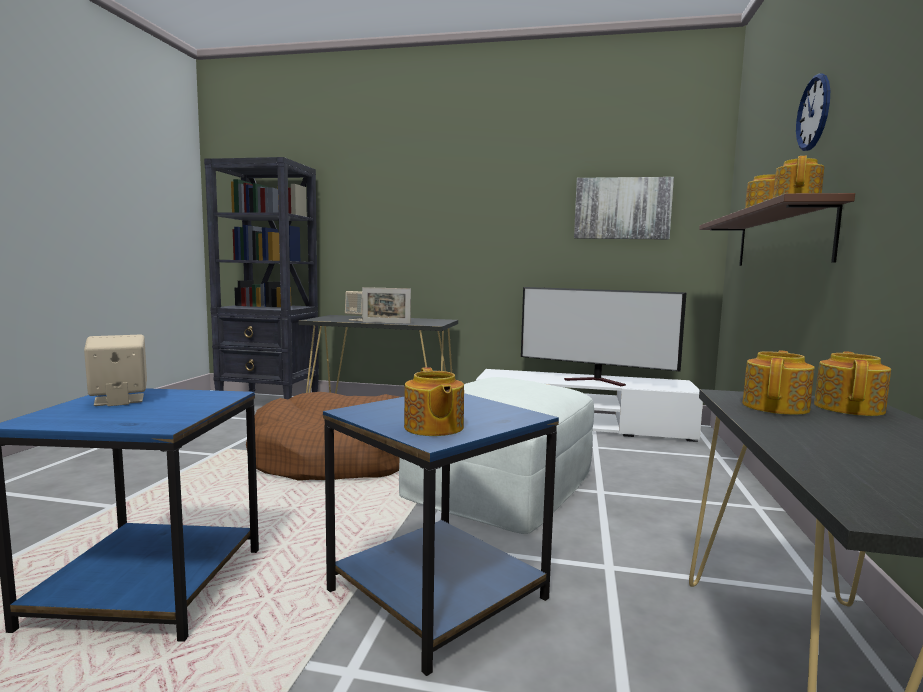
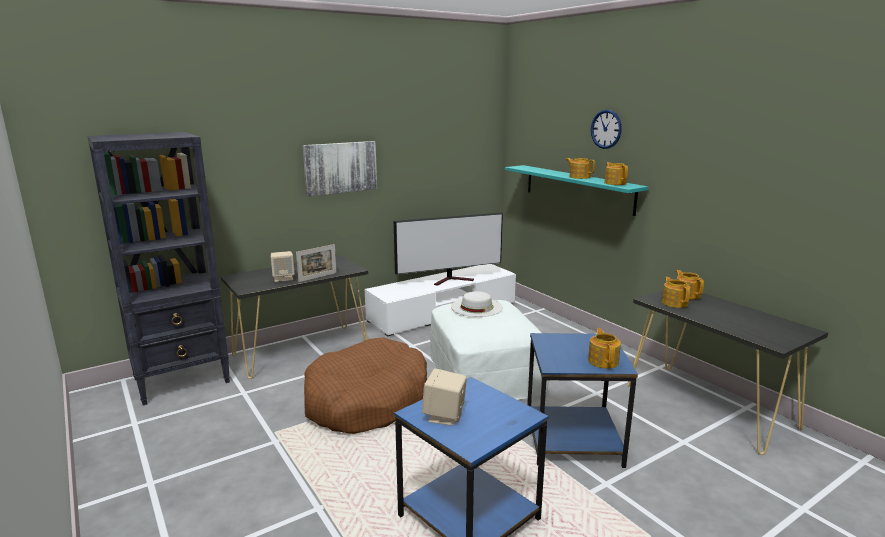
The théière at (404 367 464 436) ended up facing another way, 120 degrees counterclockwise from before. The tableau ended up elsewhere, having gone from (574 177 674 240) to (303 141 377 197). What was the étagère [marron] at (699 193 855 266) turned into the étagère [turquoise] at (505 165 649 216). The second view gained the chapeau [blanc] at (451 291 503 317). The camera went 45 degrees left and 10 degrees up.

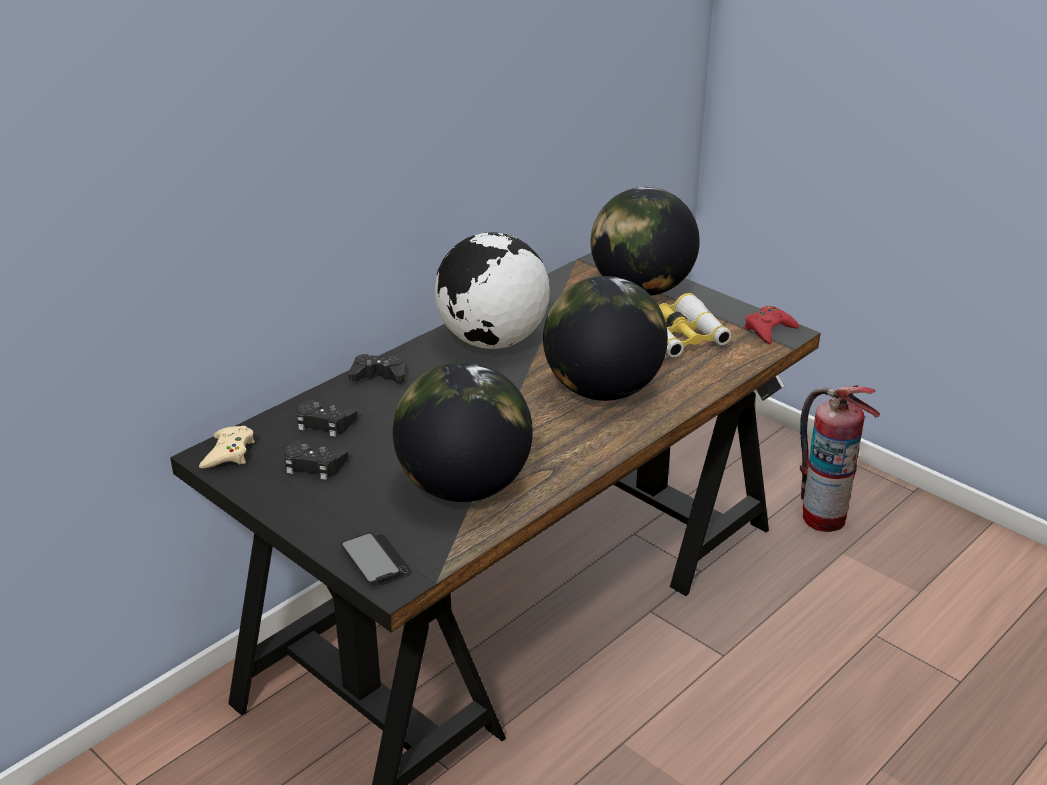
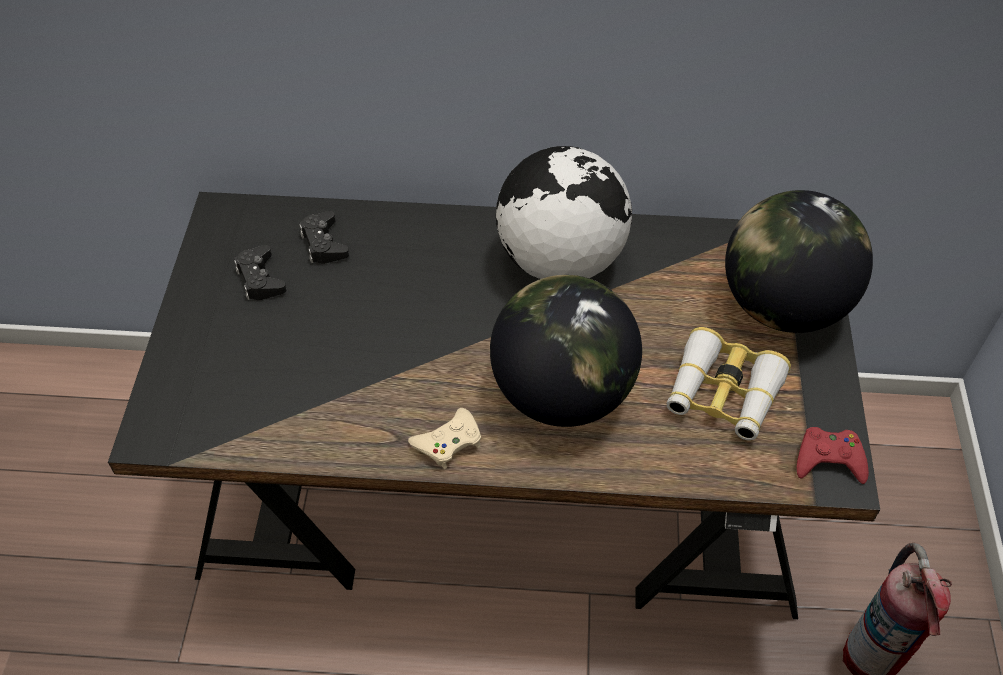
The manette [beige] ended up elsewhere, having gone from (199 426 255 468) to (408 408 481 469). The second view lost the téléphone at (340 533 412 584). The second view lost the manette [noir] at (348 354 405 383). The second view lost the globe at (393 362 533 502). The camera went 50 degrees right and 20 degrees up.

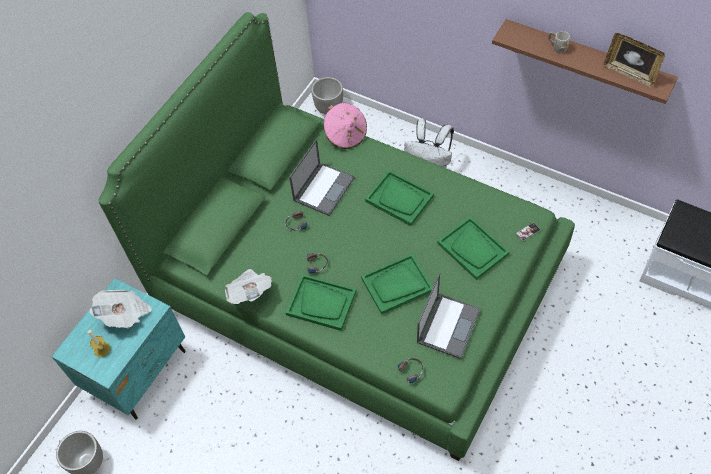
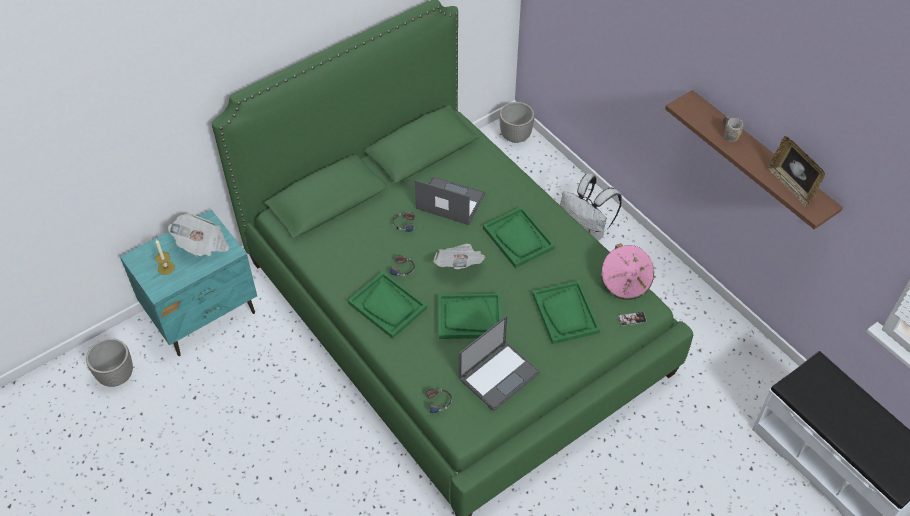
The journal ended up elsewhere, having gone from (225 269 272 304) to (433 244 486 269). The ordinateur portable at (289 139 355 216) ended up facing another way, 120 degrees counterclockwise from before. The chapeau [rose] ended up elsewhere, having gone from (324 103 367 149) to (601 243 654 300). The camera went 20 degrees right and 5 degrees down.

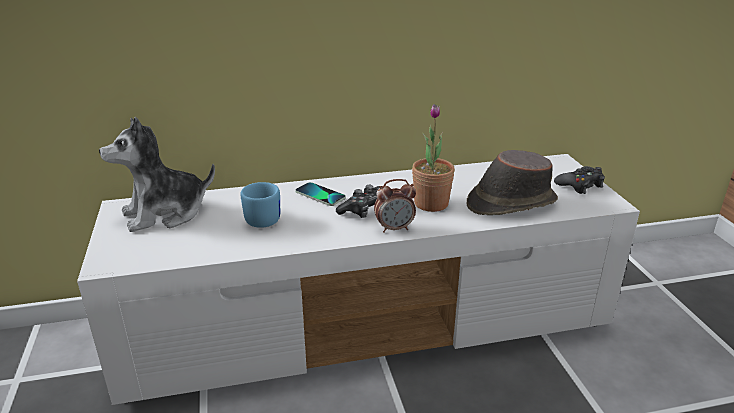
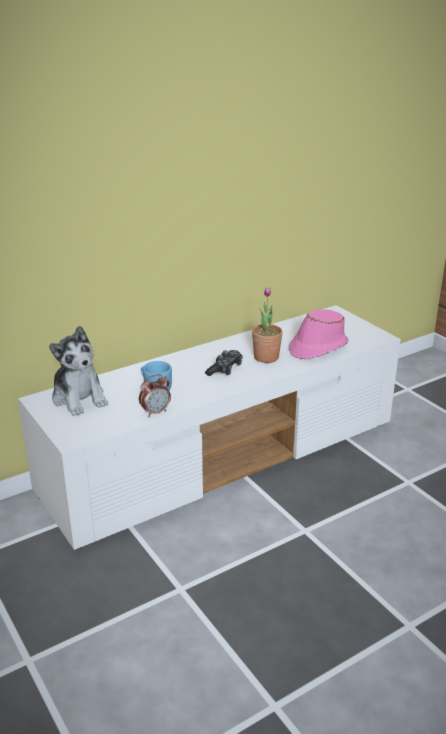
The peluche at (99 117 215 232) ended up facing another way, 75 degrees counterclockwise from before. The second view lost the téléphone at (296 182 346 206). The réveil ended up elsewhere, having gone from (374 179 416 233) to (139 374 171 417). What was the chapeau [marron] at (466 150 558 215) turned into the chapeau [rose] at (289 309 349 359). The second view lost the manette [noir] at (554 166 605 194). The camera went 20 degrees left and 0 degrees up.

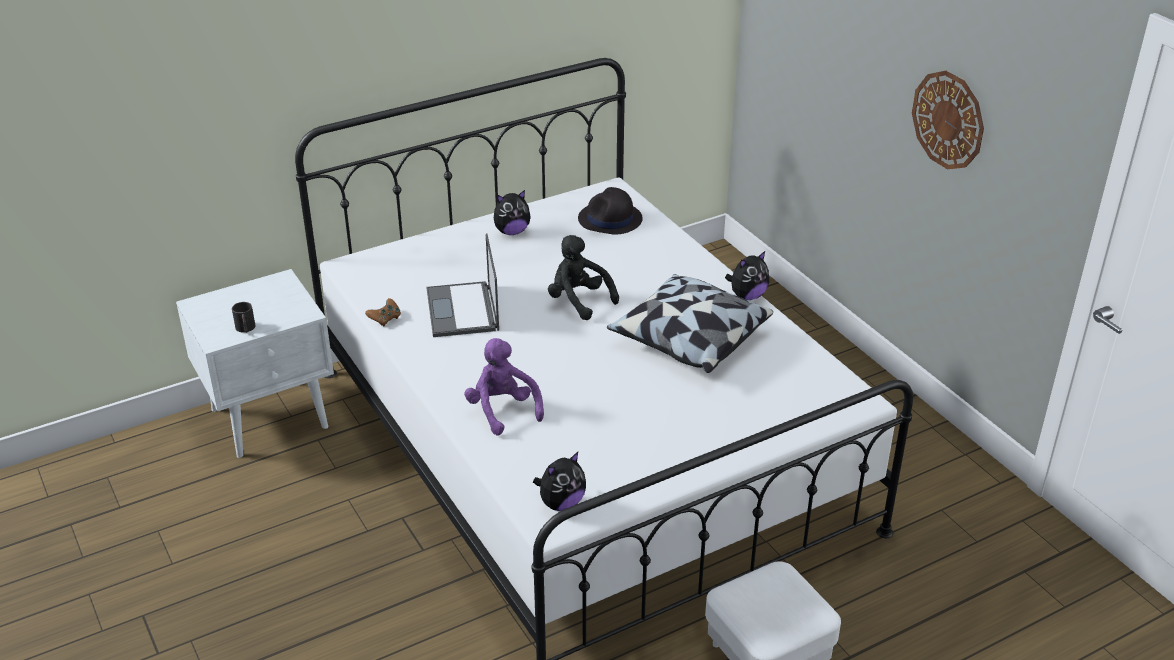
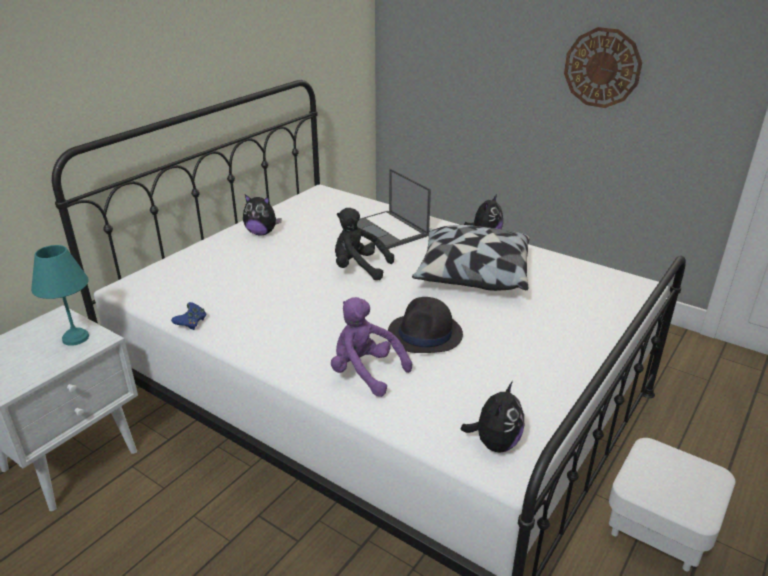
The second view lost the mug [noir] at (232 302 255 333). What was the manette [marron] at (365 298 401 327) turned into the manette [bleu] at (171 302 206 330). The ordinateur portable ended up elsewhere, having gone from (426 233 499 337) to (357 168 431 249). The peluche at (494 190 531 235) ended up facing another way, 60 degrees clockwise from before. The chapeau [noir] ended up elsewhere, having gone from (578 187 643 235) to (388 297 463 353). The second view gained the lampe de table [turquoise] at (31 245 89 346). The camera went 25 degrees left and 5 degrees down.

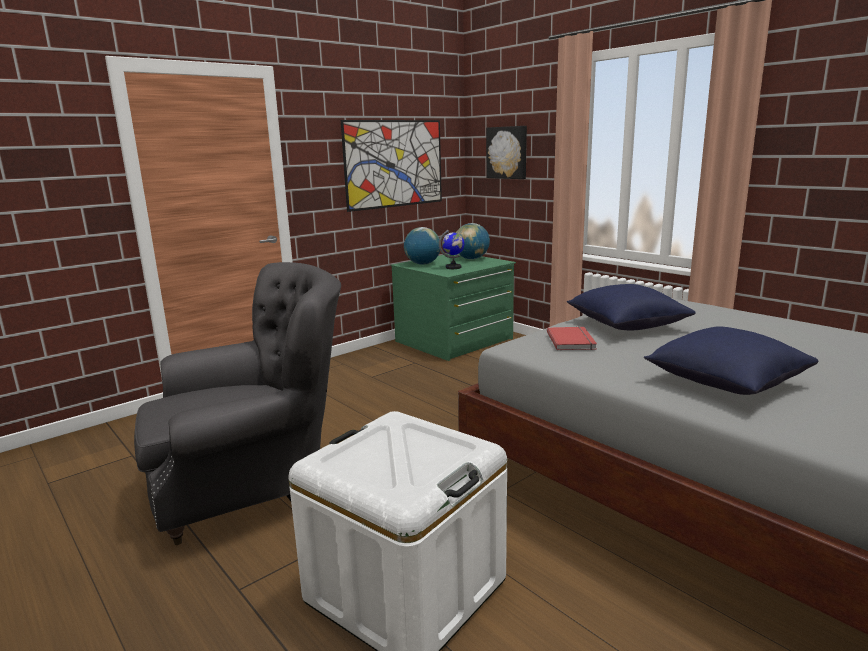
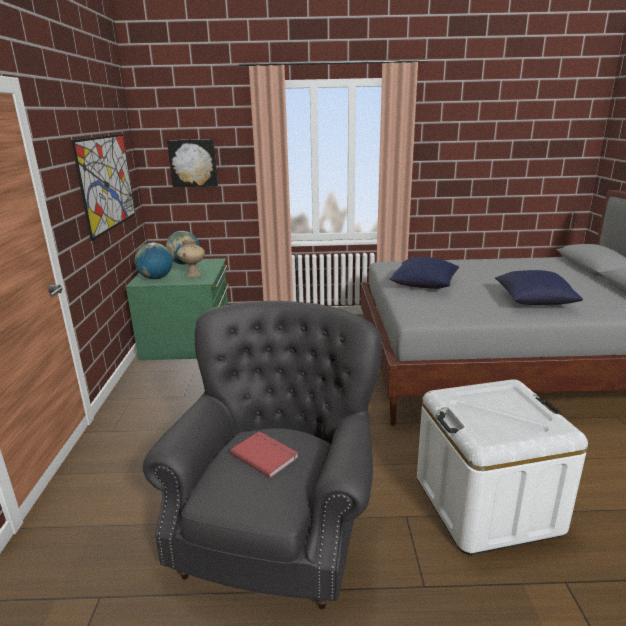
Where the globe stood at (439 230 464 269), the vase [beige] came to stand at (177 239 205 278). The livre [rouge] ended up elsewhere, having gone from (547 326 597 350) to (230 431 299 478). The camera went 50 degrees left and 5 degrees up.

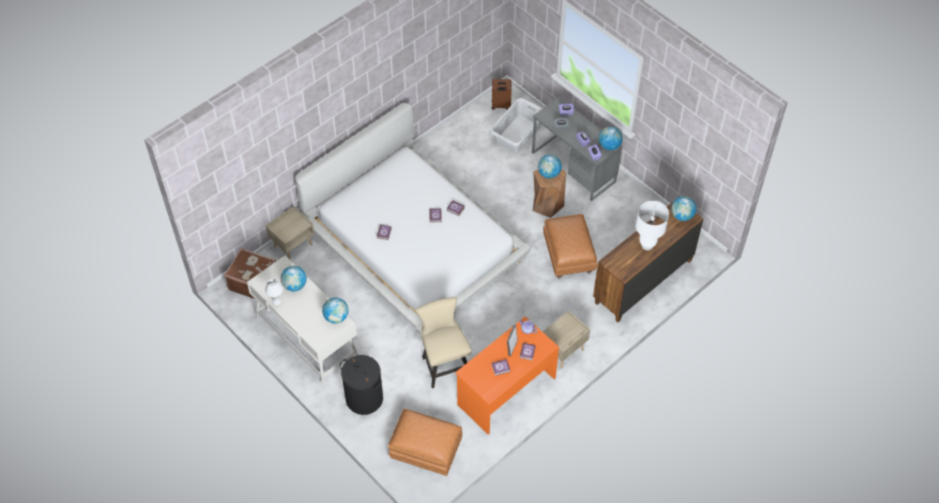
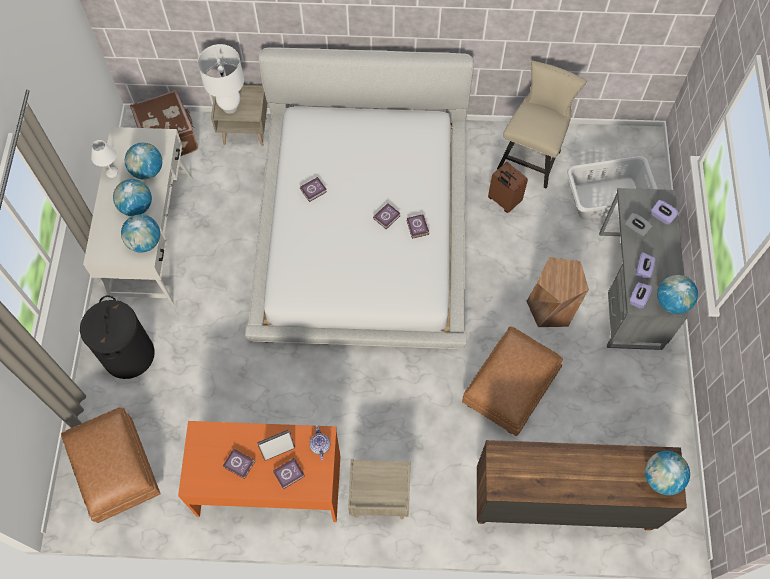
The chaise [beige] ended up elsewhere, having gone from (415 297 472 388) to (497 61 587 189). The valise [marron] ended up elsewhere, having gone from (492 79 512 110) to (488 162 528 213). The globe ended up elsewhere, having gone from (538 155 562 178) to (113 179 152 216). The lampe de table [blanc] ended up elsewhere, having gone from (636 201 669 250) to (198 44 244 114). The camera went 45 degrees right and 10 degrees up.

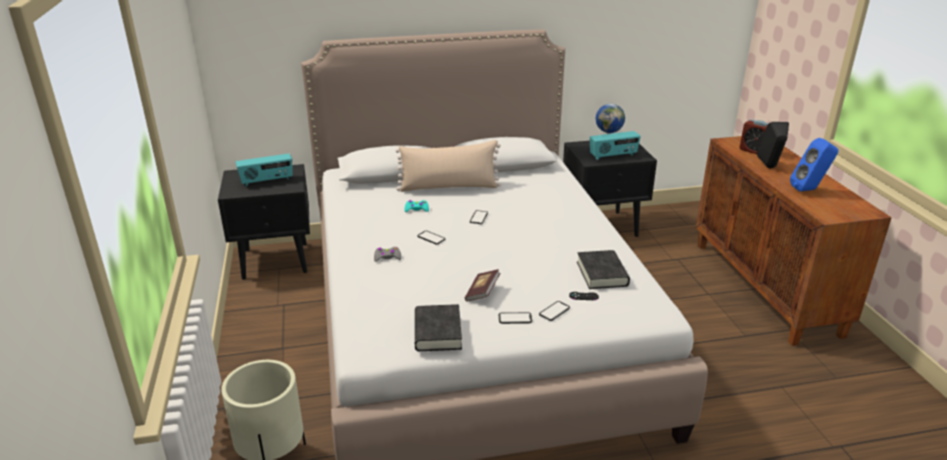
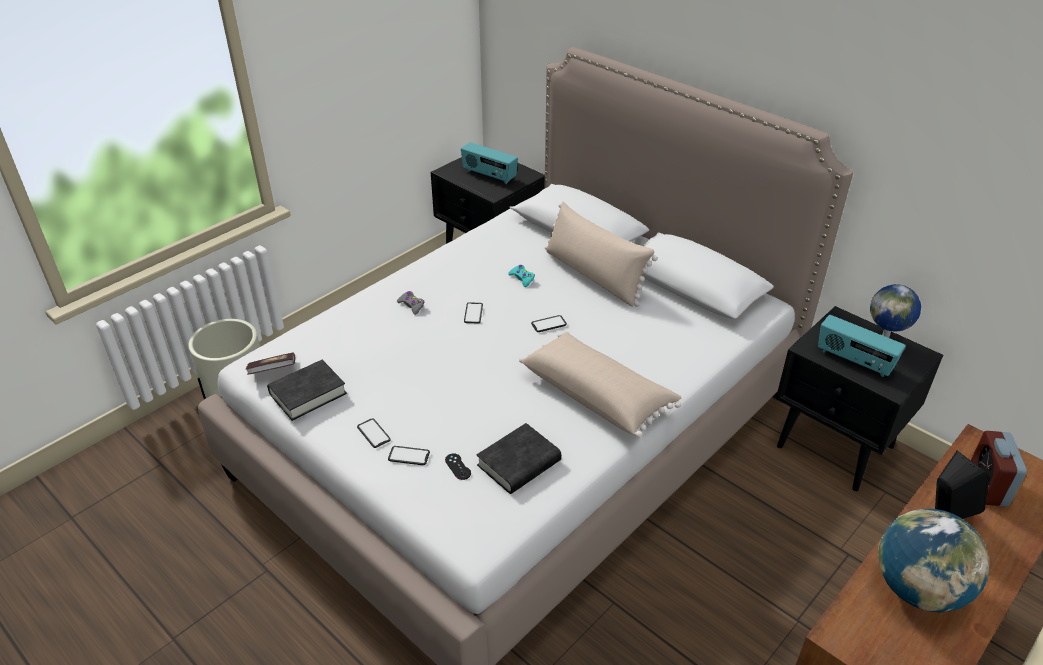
The livre ended up elsewhere, having gone from (465 269 500 302) to (246 352 295 375). Where the enceinte [bleu] stood at (790 138 838 192), the globe came to stand at (878 509 989 612). The second view gained the coussin [beige] at (519 332 681 438). The camera went 55 degrees right and 10 degrees up.

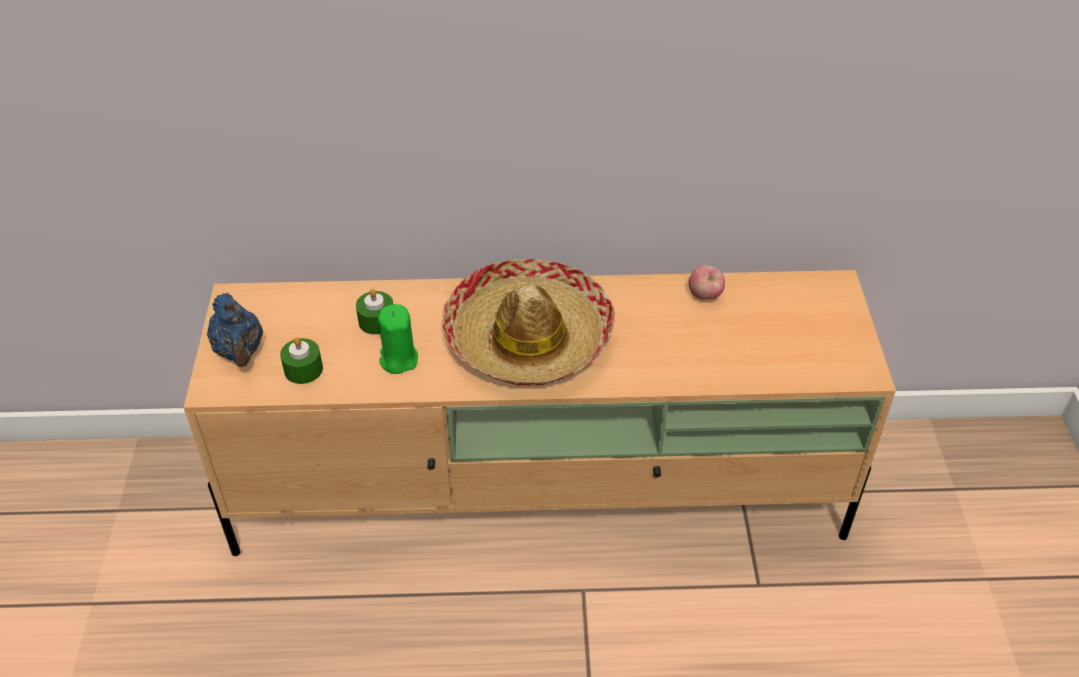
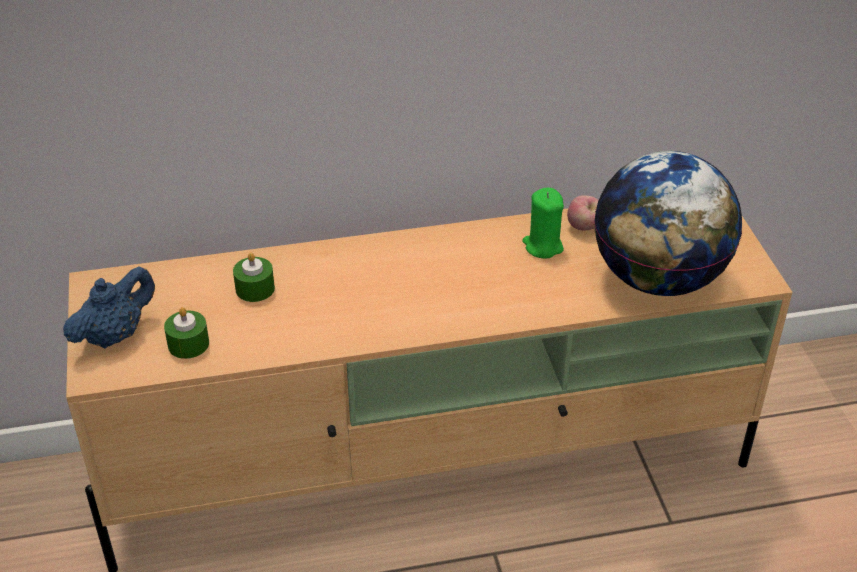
The théière [bleu] at (207 293 263 367) ended up facing another way, 105 degrees counterclockwise from before. The bougie [vert] ended up elsewhere, having gone from (378 304 418 374) to (522 188 564 258). The second view lost the chapeau at (442 259 615 386). The second view gained the globe at (594 151 742 296). The camera went 10 degrees left and 5 degrees down.

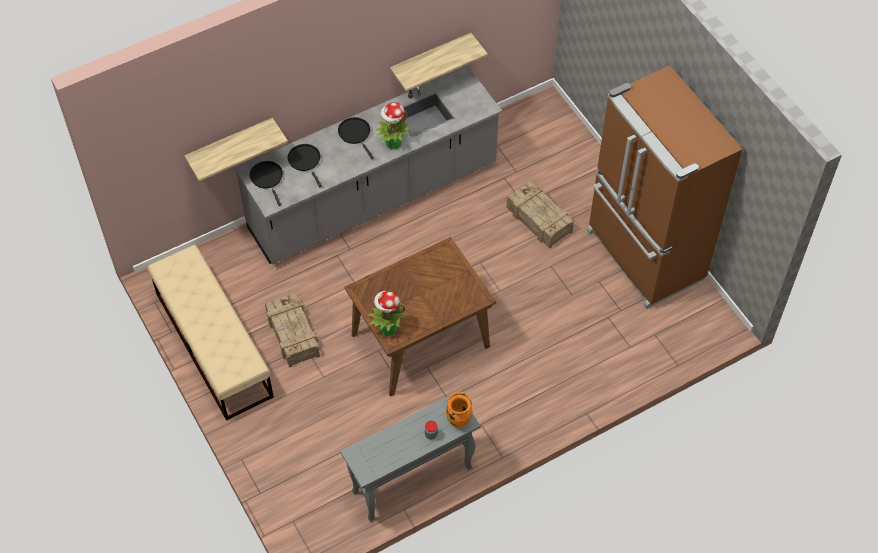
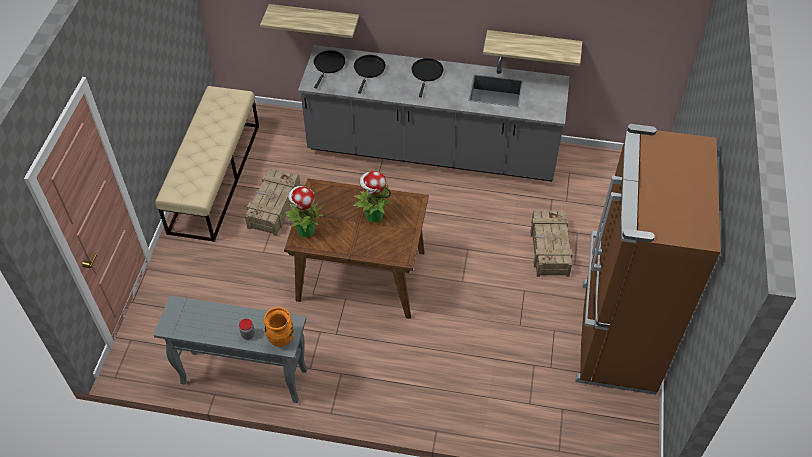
The plante en pot ended up elsewhere, having gone from (375 102 410 150) to (353 171 393 222). The camera went 40 degrees right and 5 degrees down.

